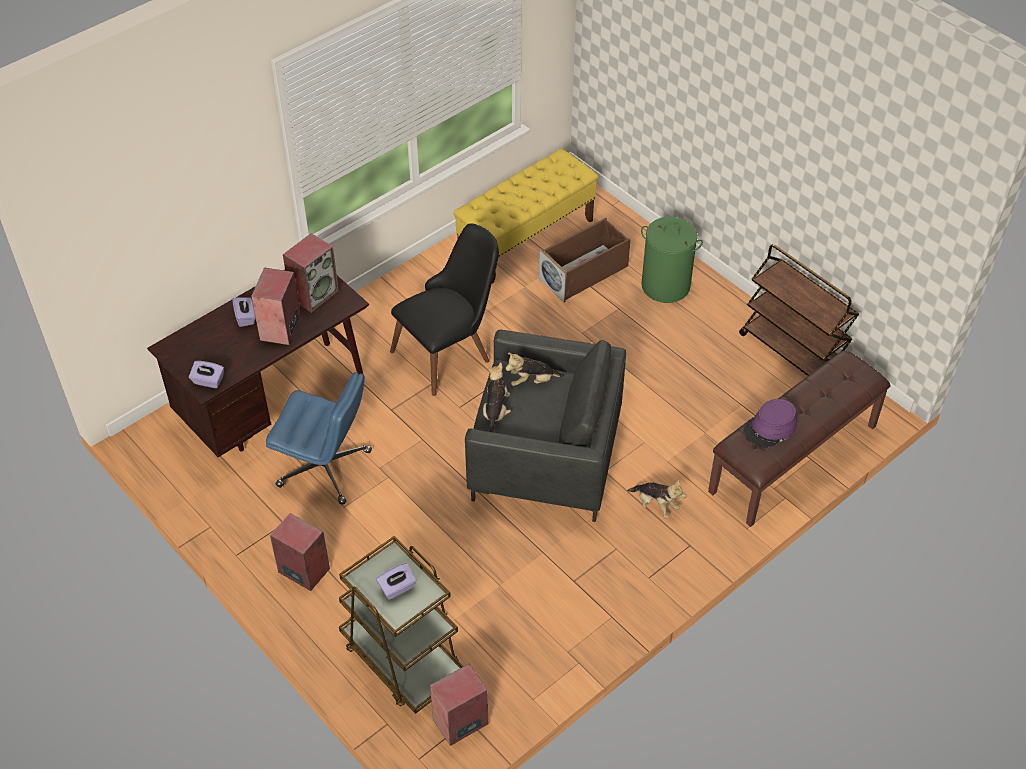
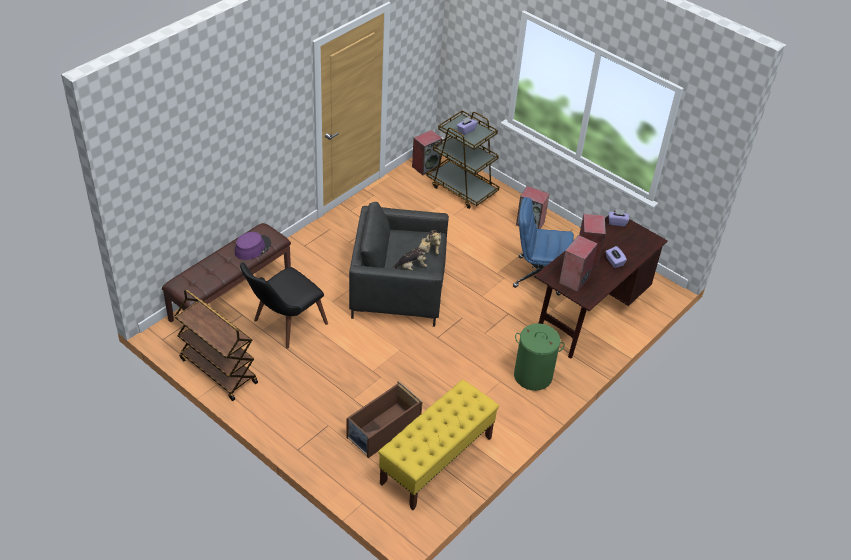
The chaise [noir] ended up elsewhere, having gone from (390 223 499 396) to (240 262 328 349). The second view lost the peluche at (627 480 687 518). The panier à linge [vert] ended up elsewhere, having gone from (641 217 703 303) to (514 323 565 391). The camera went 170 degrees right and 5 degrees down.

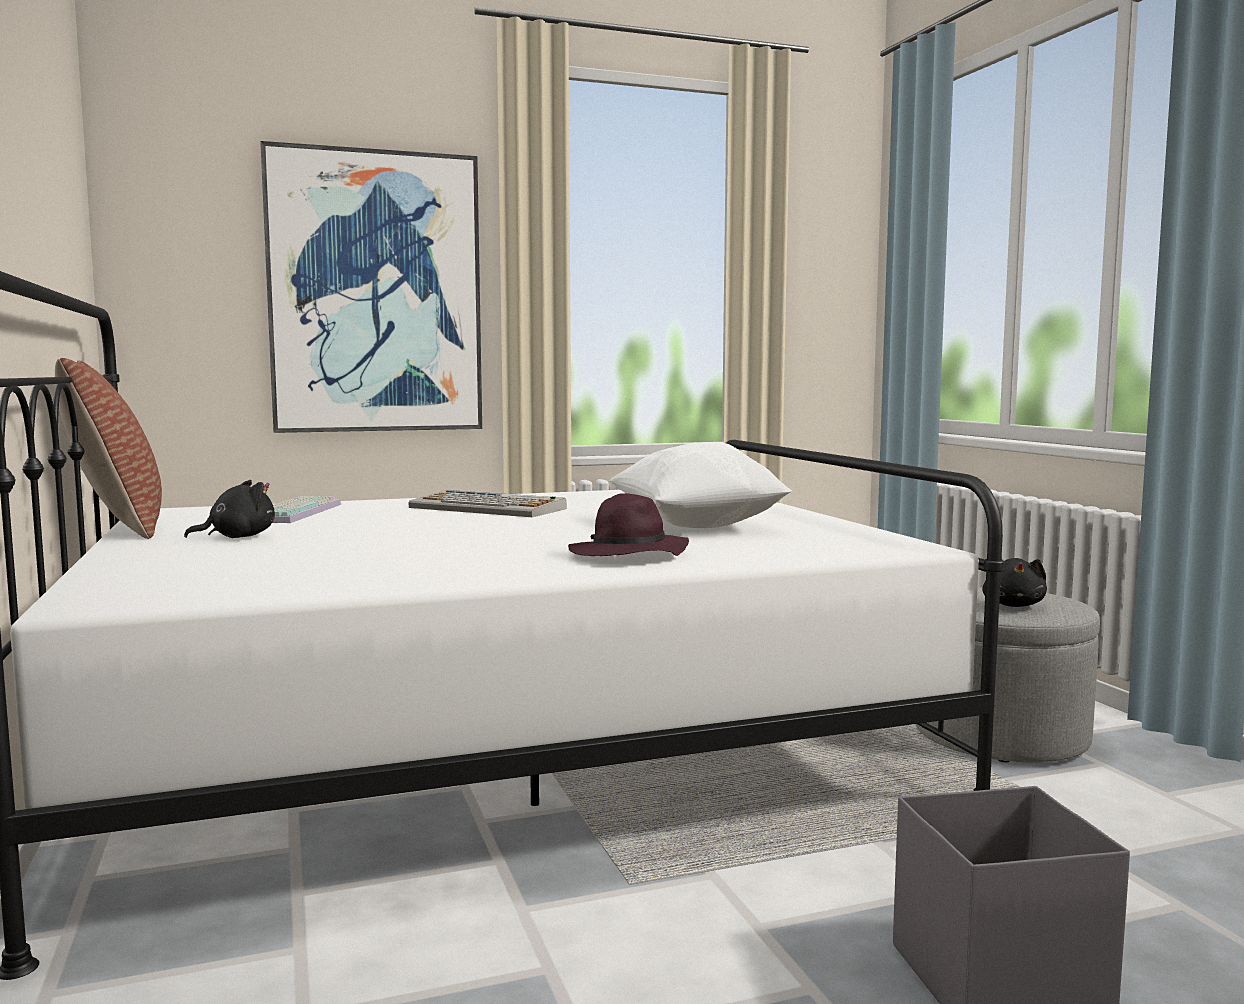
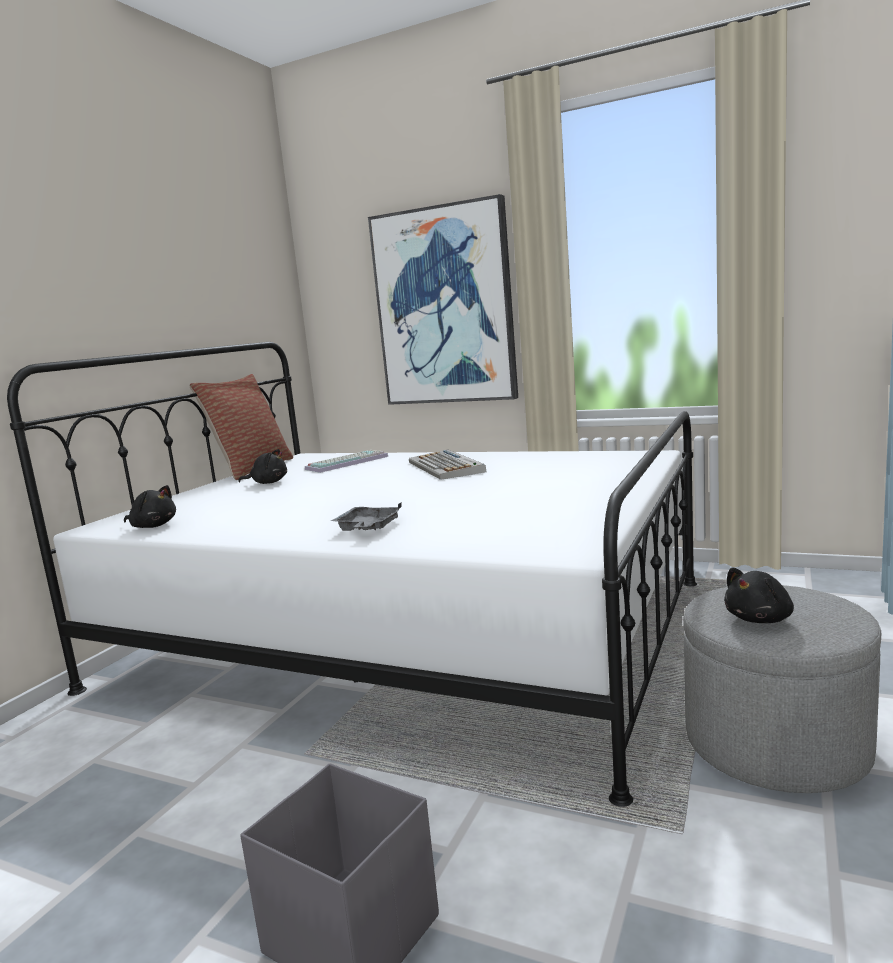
Where the chapeau [violet] stood at (568 493 689 556), the plateau [gris] came to stand at (331 502 402 531). The second view lost the coussin [blanc] at (609 442 792 528). The second view gained the peluche [noir] at (124 485 176 528). The camera went 45 degrees right and 5 degrees up.

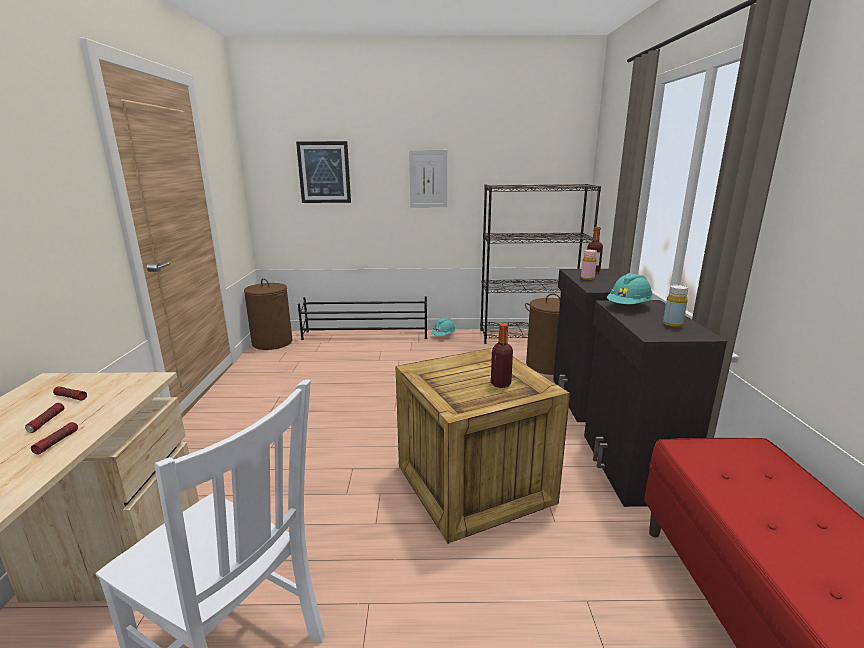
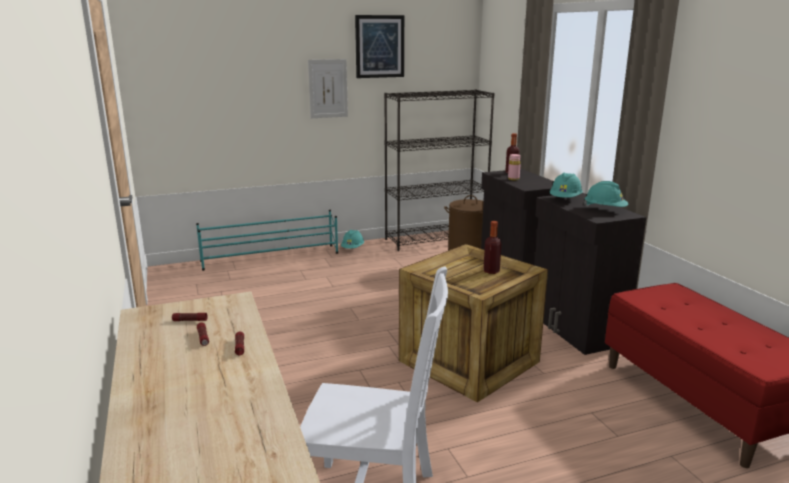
The second view lost the panier à linge [marron] at (244 278 292 350). The tableau ended up elsewhere, having gone from (296 141 351 203) to (355 15 404 78). What was the étagère à chaussures [noir] at (298 296 427 340) turned into the étagère à chaussures [turquoise] at (196 210 338 271). Where the bouteille [jaune] stood at (663 285 688 327), the casque de chantier [turquoise] came to stand at (583 181 628 207). The camera went 20 degrees left and 0 degrees up.

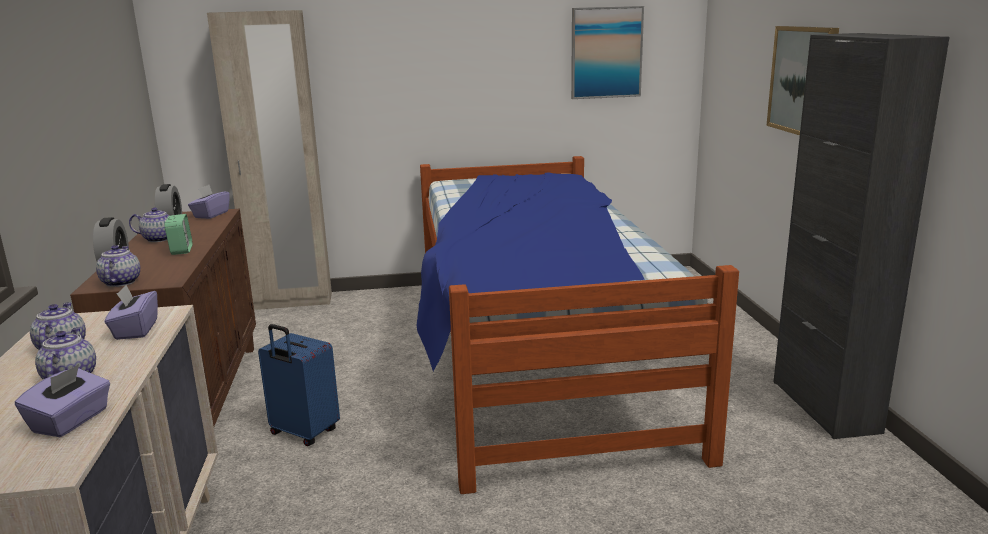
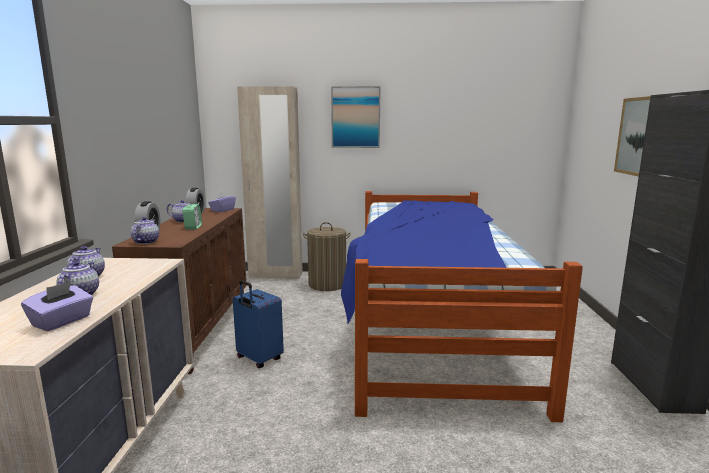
The second view lost the boîte à mouchoirs [violet] at (105 285 158 340). The tableau ended up elsewhere, having gone from (571 6 644 99) to (331 86 381 148). The second view gained the panier à linge at (303 222 351 291). The camera went 10 degrees right and 5 degrees down.

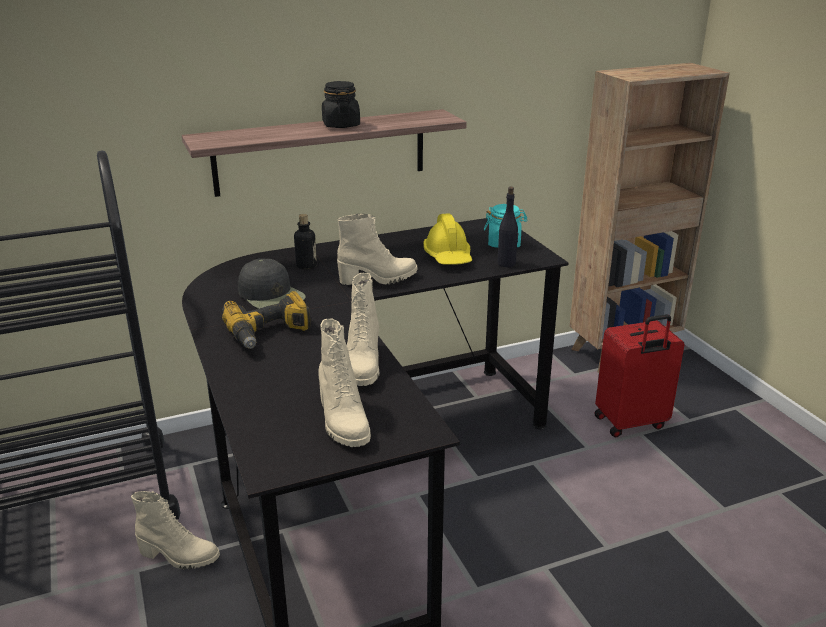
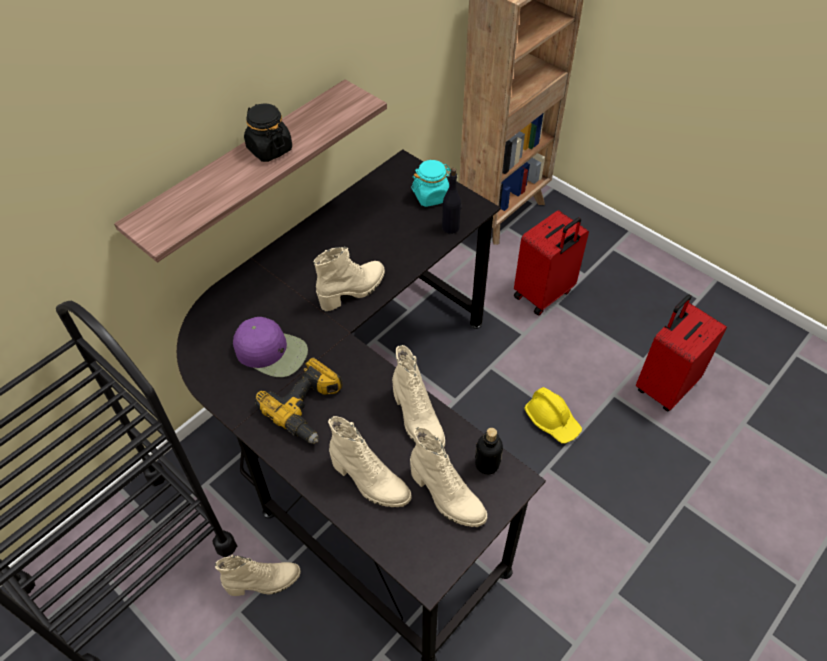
What was the casquette [noir] at (238 258 306 309) turned into the casquette [violet] at (233 317 308 377). The bouteille ended up elsewhere, having gone from (294 214 317 269) to (475 428 503 474). The casque de chantier [jaune] ended up elsewhere, having gone from (423 213 472 265) to (524 387 582 444). The second view gained the botte [beige] at (328 416 412 507). The second view gained the valise [rouge] at (636 294 727 411). The camera went 25 degrees left and 25 degrees up.

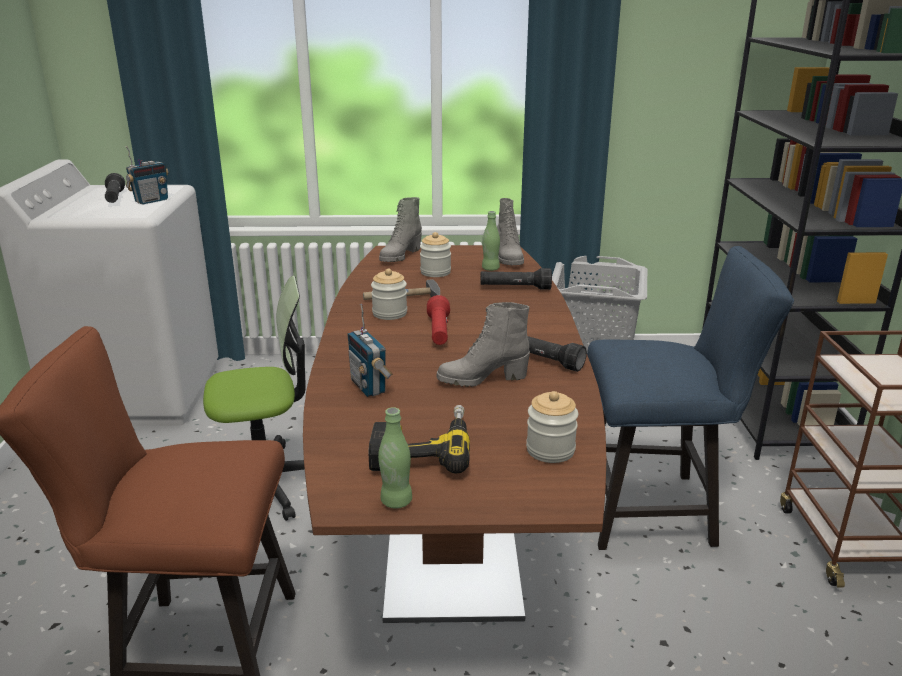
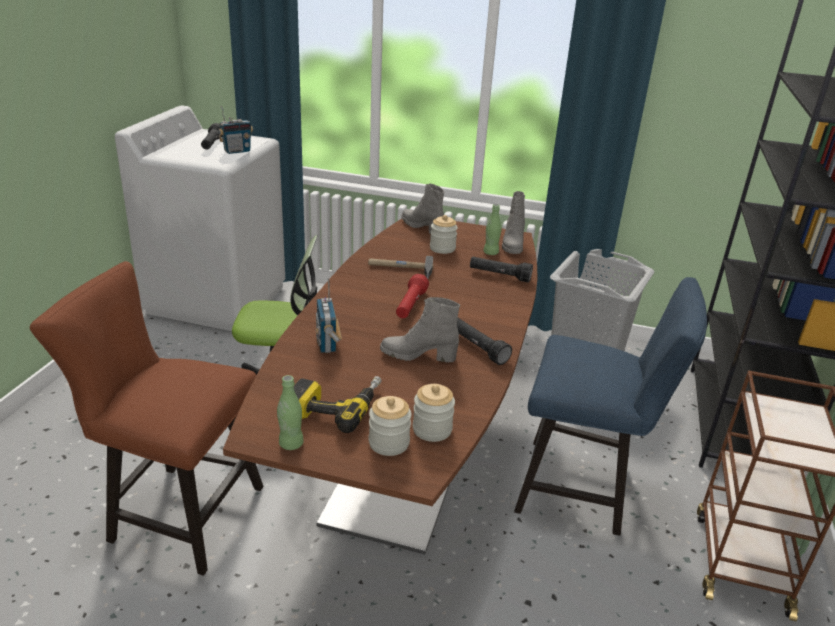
The bocal ended up elsewhere, having gone from (371 269 407 320) to (369 396 411 456). The botte [gris] at (379 197 422 262) ended up facing another way, 90 degrees clockwise from before. The camera went 15 degrees right and 5 degrees up.

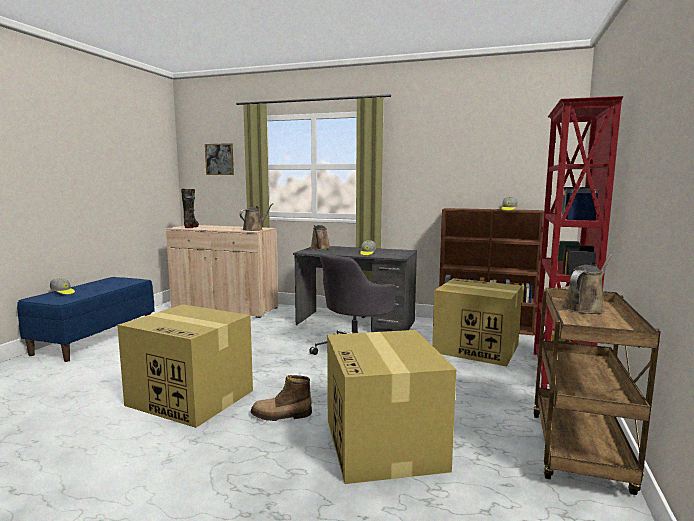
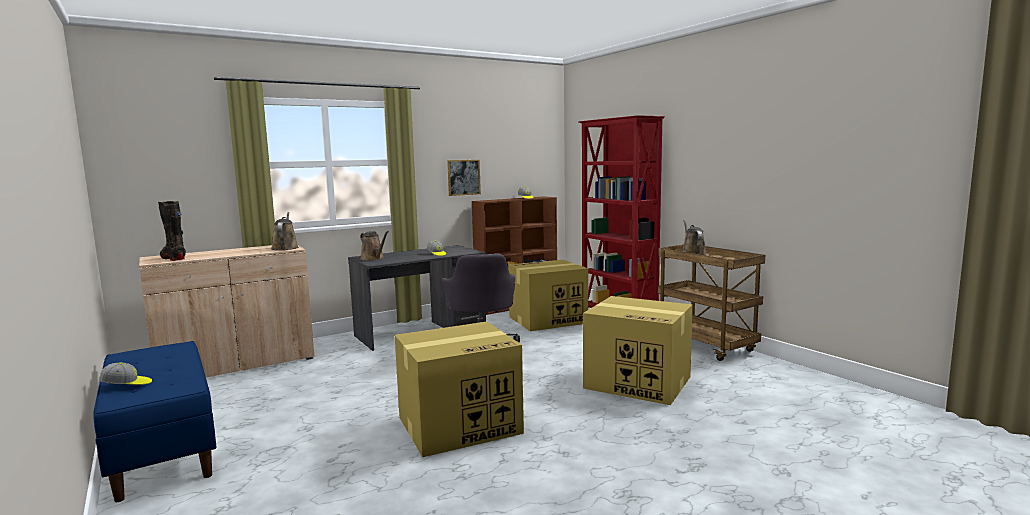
The tableau ended up elsewhere, having gone from (205 143 234 175) to (447 160 481 196). The second view lost the botte at (251 375 312 421). The camera went 50 degrees left and 0 degrees up.

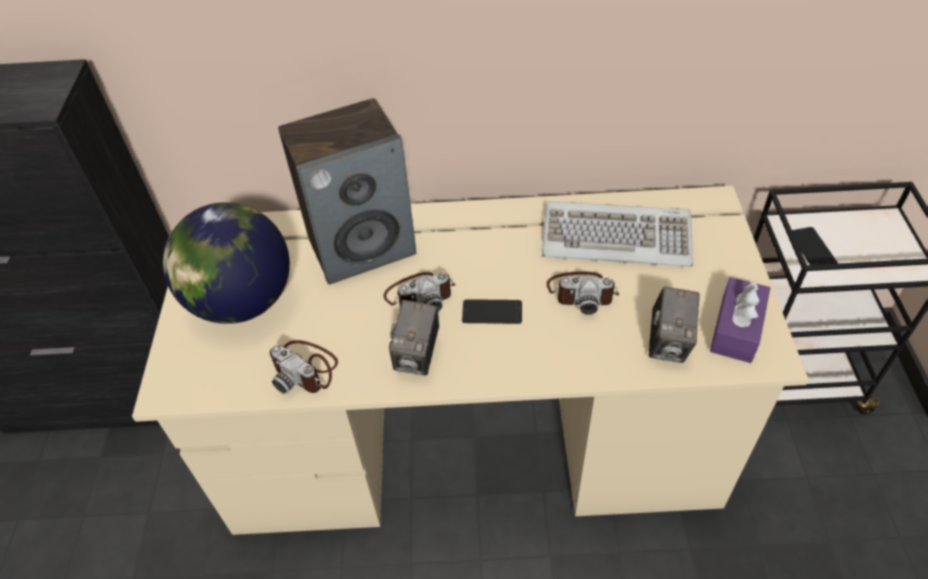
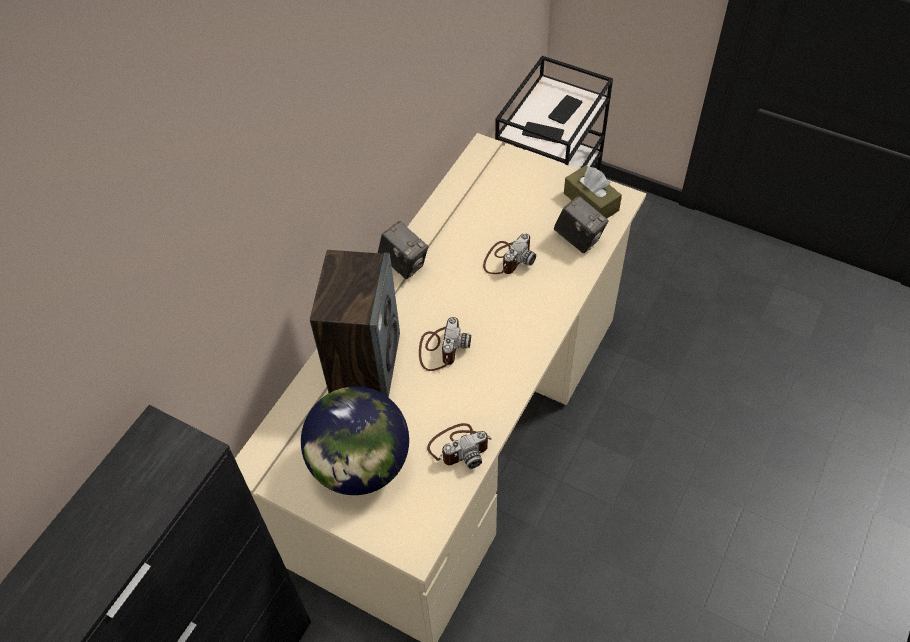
The appareil photo ended up elsewhere, having gone from (389 300 439 376) to (378 221 428 279). The téléphone ended up elsewhere, having gone from (462 299 522 324) to (548 95 582 124). The second view lost the clavier at (542 201 693 267). What was the boîte à mouchoirs [violet] at (710 277 770 363) turned into the boîte à mouchoirs [marron] at (564 165 622 218). The camera went 60 degrees left and 5 degrees up.

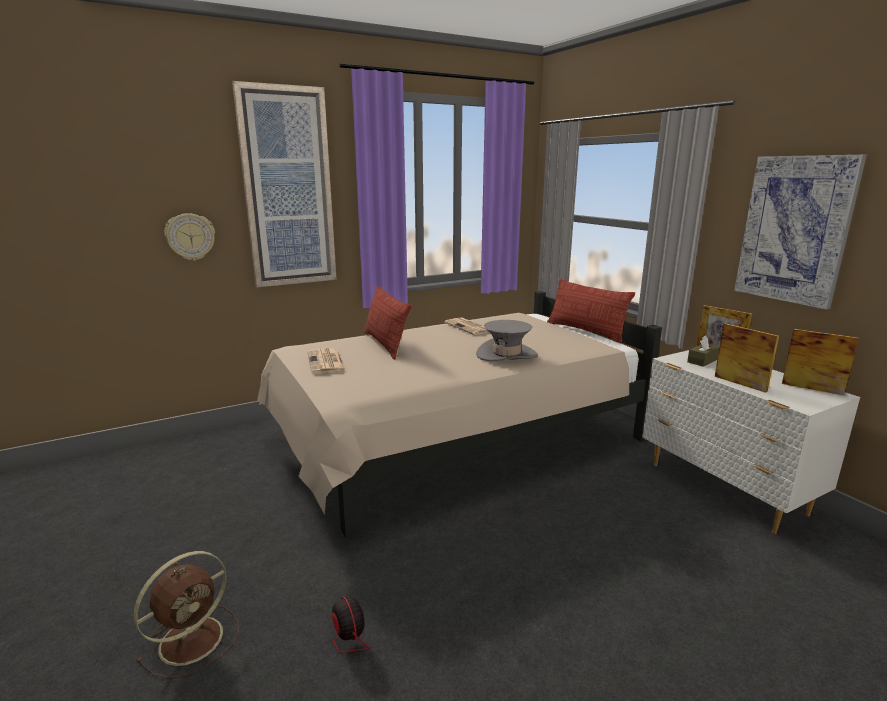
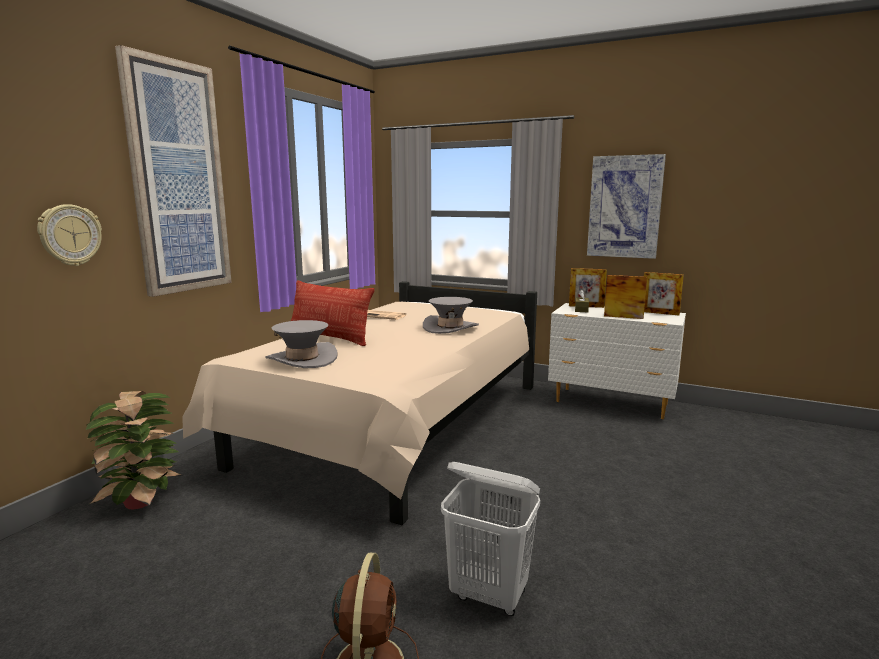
Where the ventilateur stood at (246 596 369 664), the panier à linge [blanc] came to stand at (441 462 540 616). Where the journal stood at (307 348 346 374), the chapeau [gris] came to stand at (265 320 338 368). The second view lost the coussin at (547 279 635 343). The cadre photo at (782 329 859 395) ended up facing another way, 150 degrees counterclockwise from before. The second view gained the plante en pot at (86 391 182 509). The camera went 35 degrees left and 5 degrees down.

